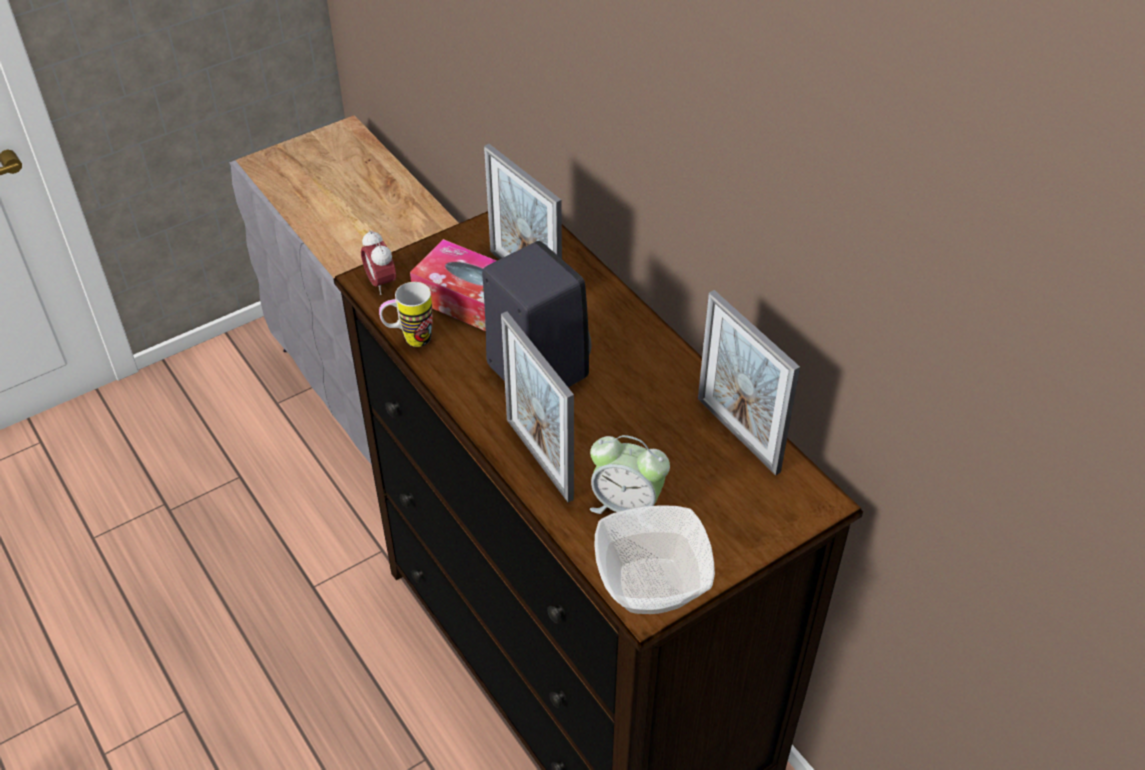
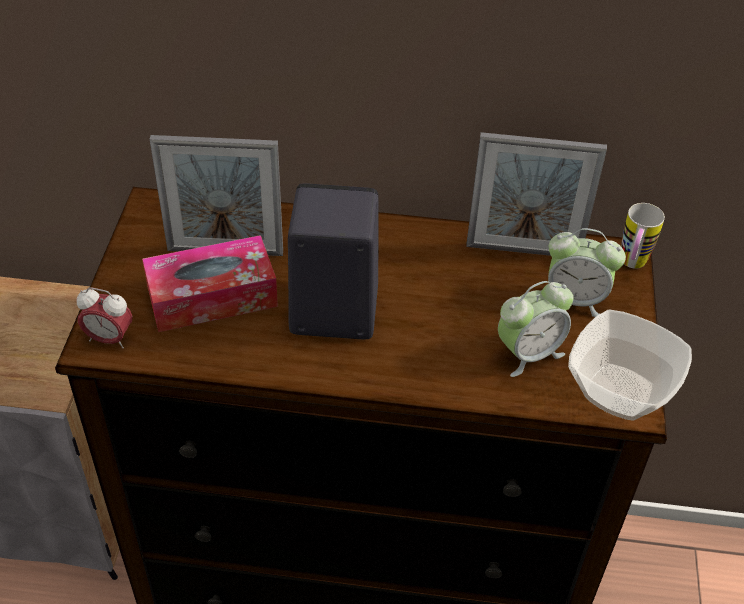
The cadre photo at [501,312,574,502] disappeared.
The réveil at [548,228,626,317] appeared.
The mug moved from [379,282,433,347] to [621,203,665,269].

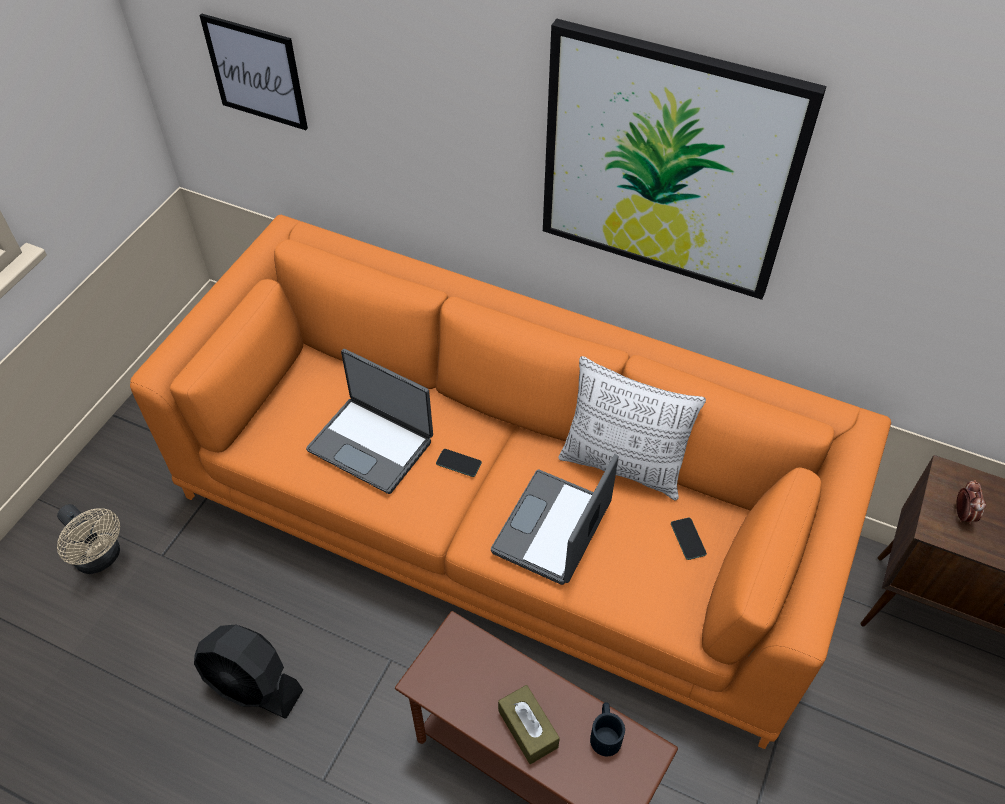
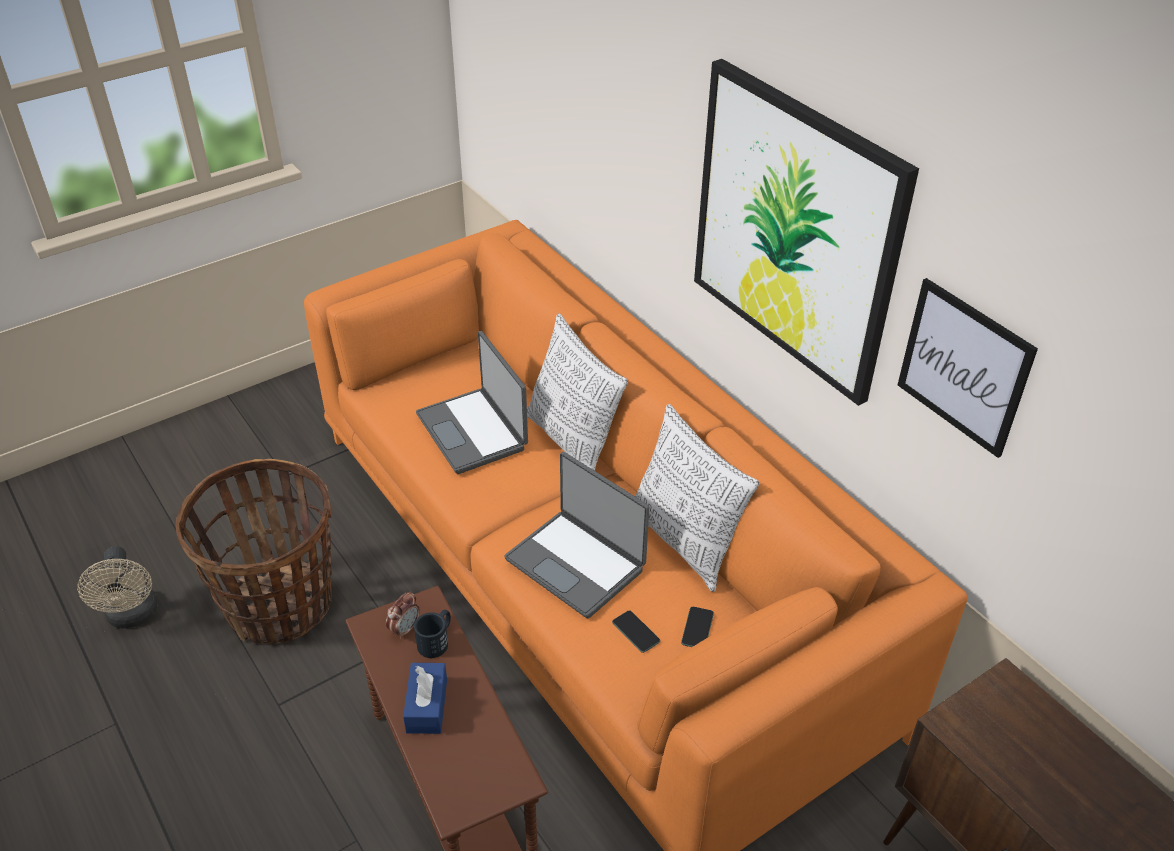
The coussin at [527,313,628,471] appeared.
The ventilateur (beige) moved from [57,504,120,574] to [77,546,158,629].
The tableau moved from [199,13,308,130] to [898,278,1038,458].
The téléphone moved from [436,449,482,477] to [612,610,660,653].
The mug (noir) moved from [590,702,625,757] to [414,610,451,658].
The réveil moved from [956,480,986,524] to [386,591,420,639].
The ventilateur (noir) at [194,625,303,719] was replaced by the panier at [176,459,332,644].
The boîte à mouchoirs (marron) at [498,685,560,764] became the boîte à mouchoirs (bleu) at [403,663,447,734].
The ordinateur portable at [491,454,619,585] turned 105 degrees counterclockwise.

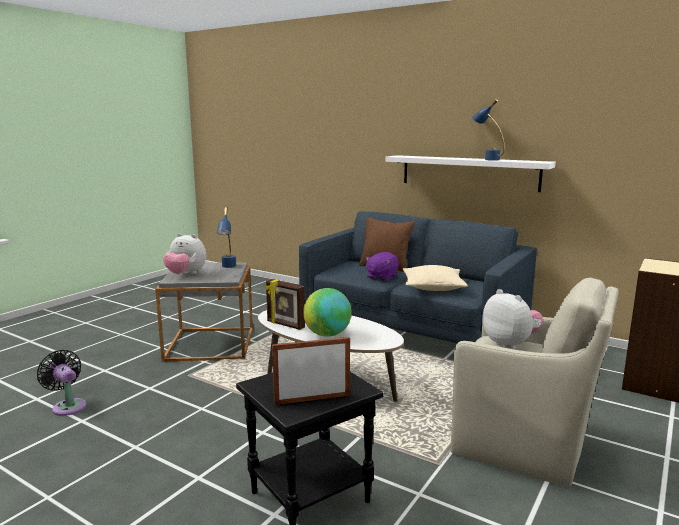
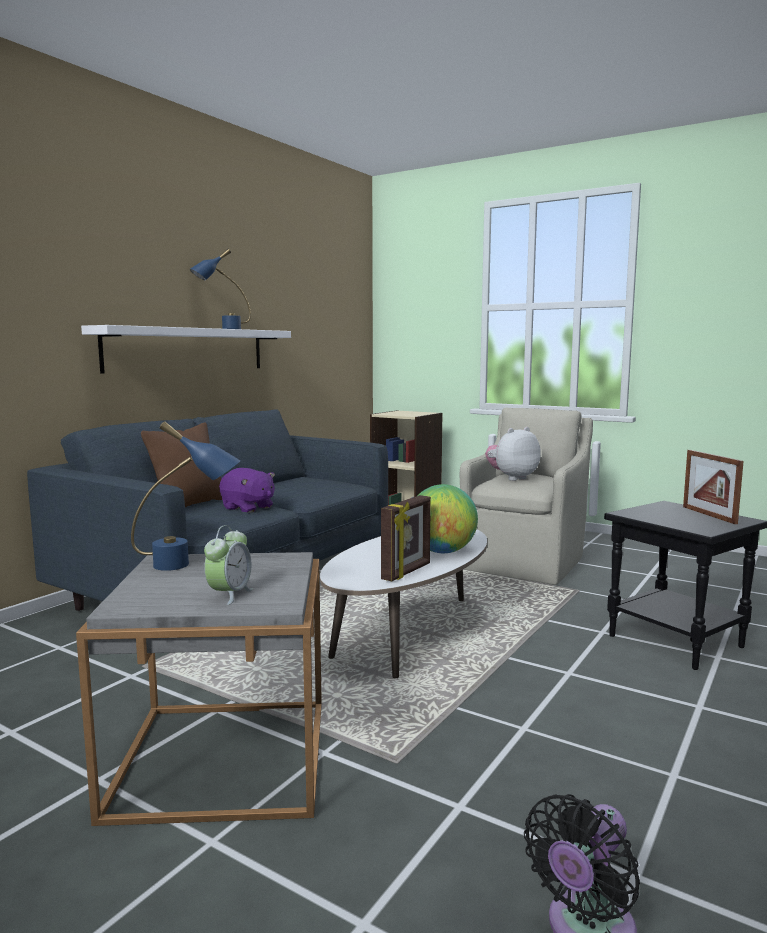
The coussin (beige) at [403,265,467,291] disappeared.
The peluche at [163,233,206,274] was replaced by the réveil at [204,525,253,605].

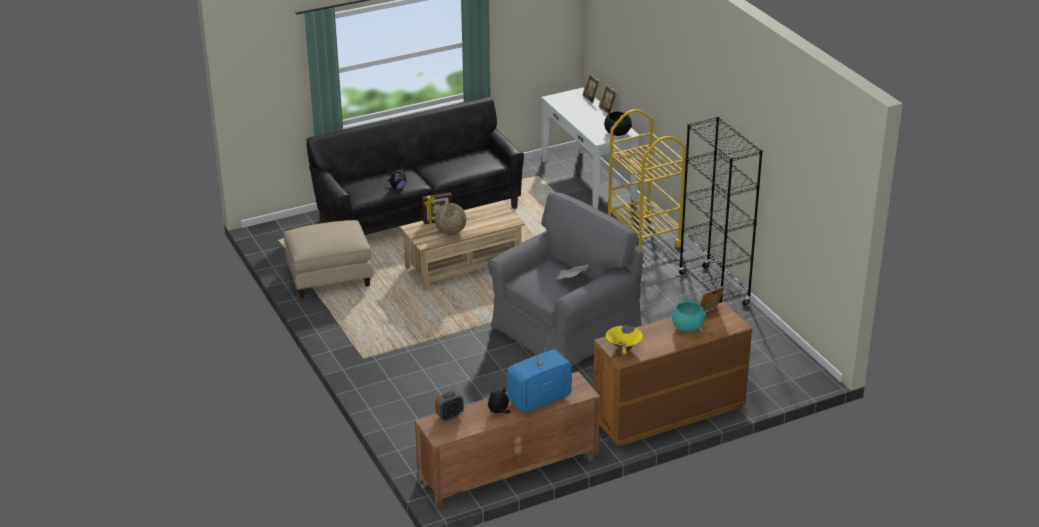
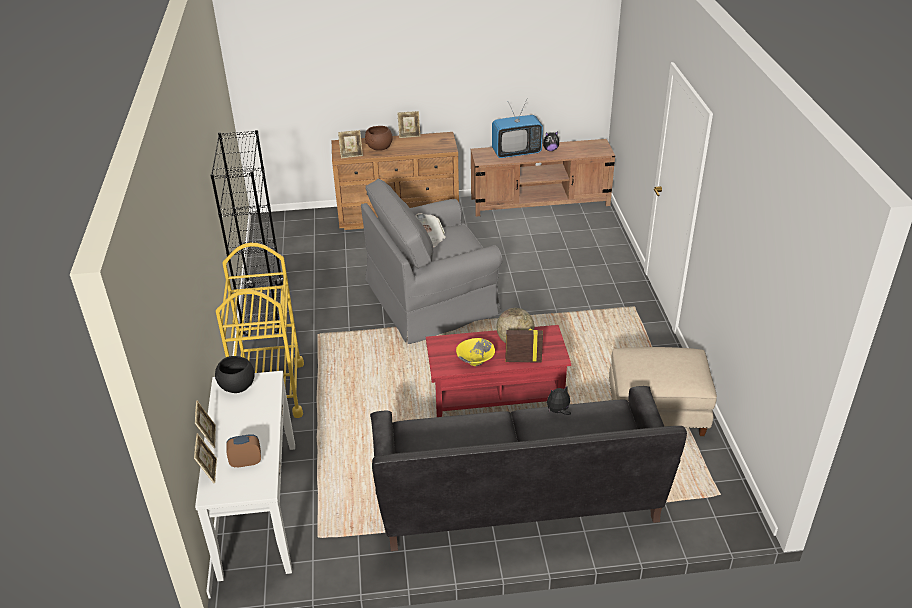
The cadre photo at [398,111,420,138] appeared.
The réveil moved from [435,391,464,421] to [226,434,261,468].
The bol (jaune) moved from [606,325,643,356] to [456,338,495,366].
The table basse (beige) at [400,201,525,291] became the table basse (rouge) at [426,325,571,417].
The bol (turquoise) at [672,301,706,332] became the bol (marron) at [365,126,393,151].

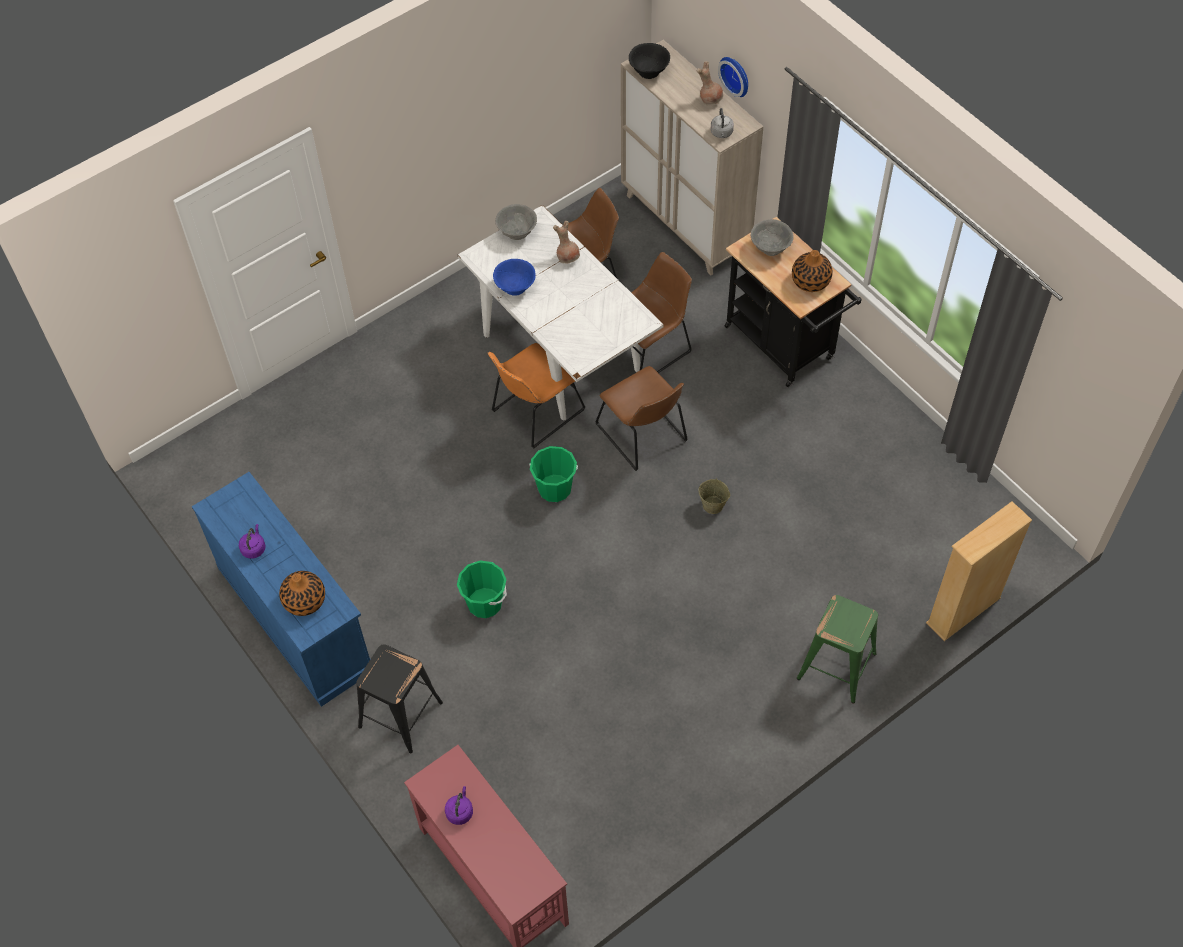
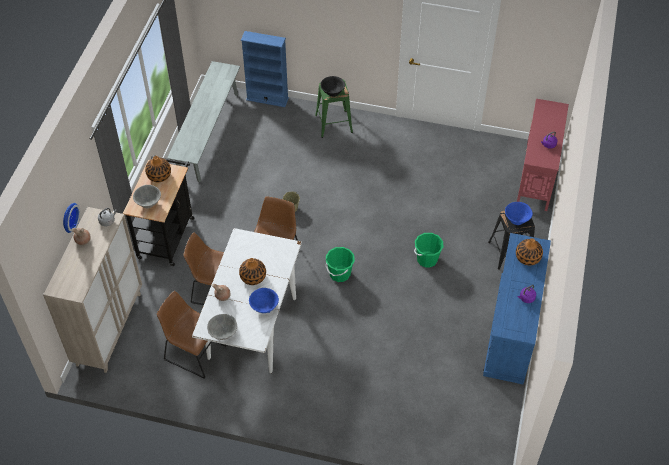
The chaise (orange) at [488,343,585,448] disappeared.
The banc (gris) at [167,61,240,182] appeared.
The vase at [239,258,266,285] appeared.
The bol (bleu) at [505,202,533,225] appeared.
The bol (noir) moved from [629,43,670,79] to [320,76,345,97].
The bibliothèque (beige) at [926,501,1032,641] became the bibliothèque (bleu) at [241,31,289,107].

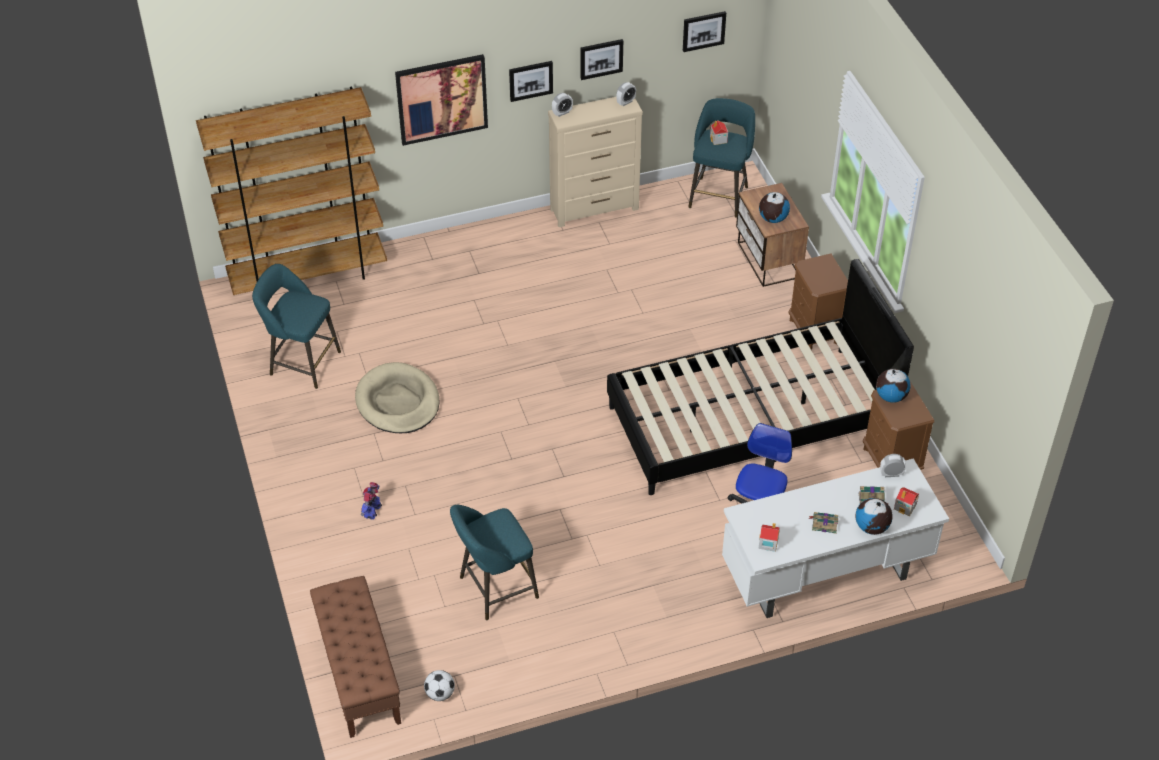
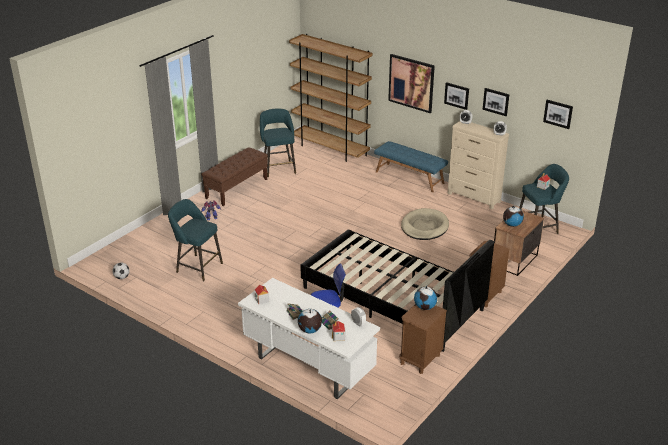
The banc (bleu) at [374,141,448,192] appeared.
The banc (marron) moved from [310,576,401,738] to [202,148,268,206].
The panier pour chien (beige) moved from [355,362,440,433] to [401,208,449,240].

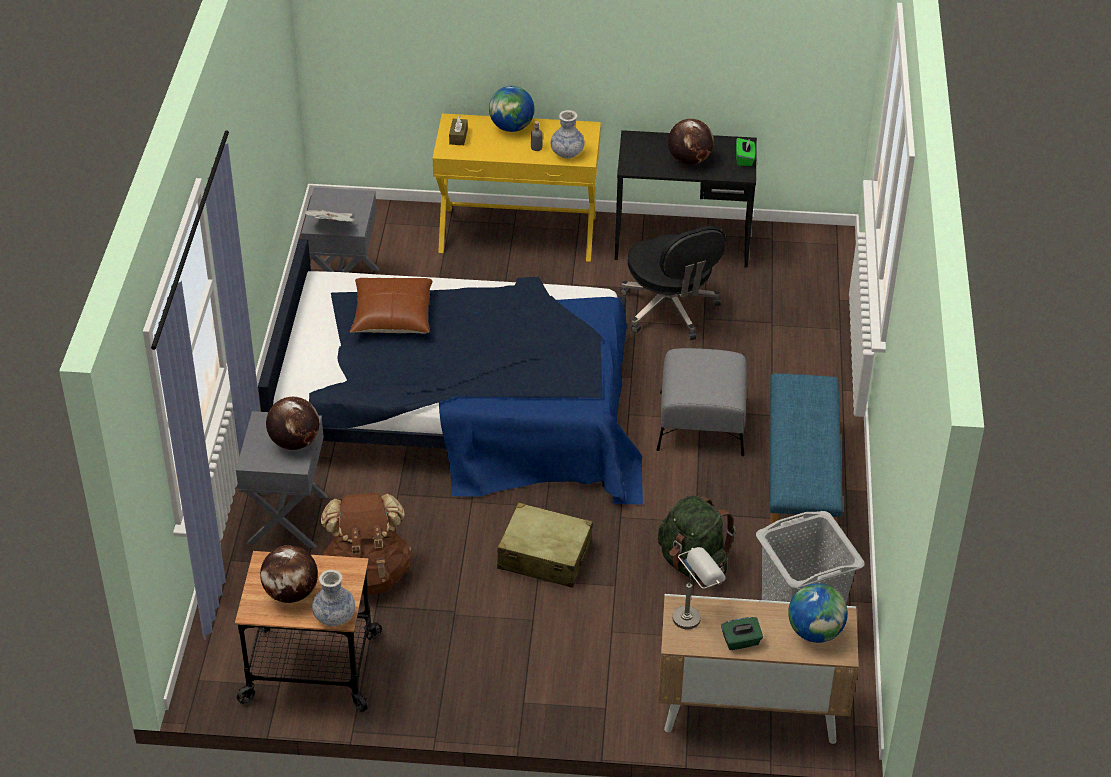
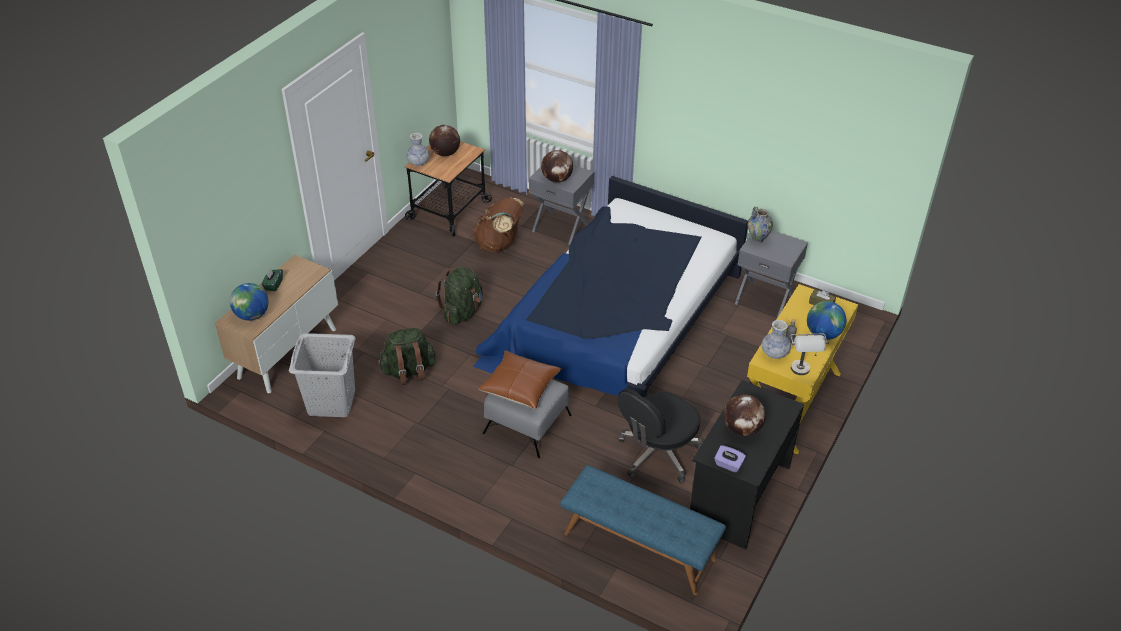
The coussin (marron) moved from [350,278,433,334] to [478,350,562,409].
The lampe de table (gris) moved from [673,547,725,629] to [790,333,829,375].
The banc (bleu) moved from [769,373,843,524] to [560,465,726,595].
The journal at [305,210,354,222] was replaced by the vase at [747,206,773,243].
The valise (beige) at [497,502,593,588] was replaced by the sac à dos (vert) at [436,266,483,324].
The boîte à mouchoirs (vert) at [736,138,755,166] became the boîte à mouchoirs (violet) at [714,445,746,473].
The chaise de bureau (noir) at [620,226,726,340] turned 45 degrees counterclockwise.

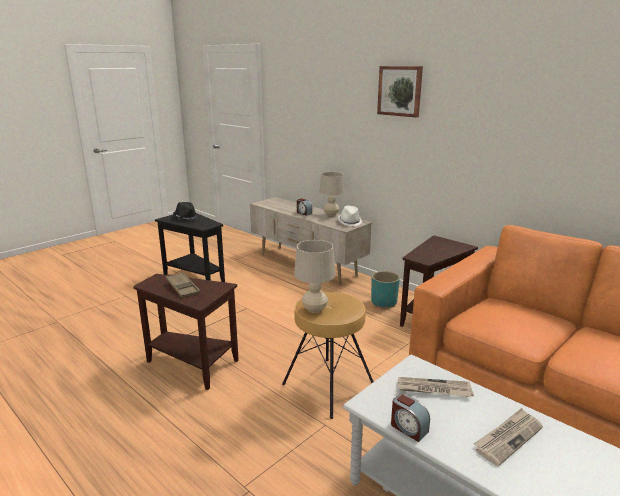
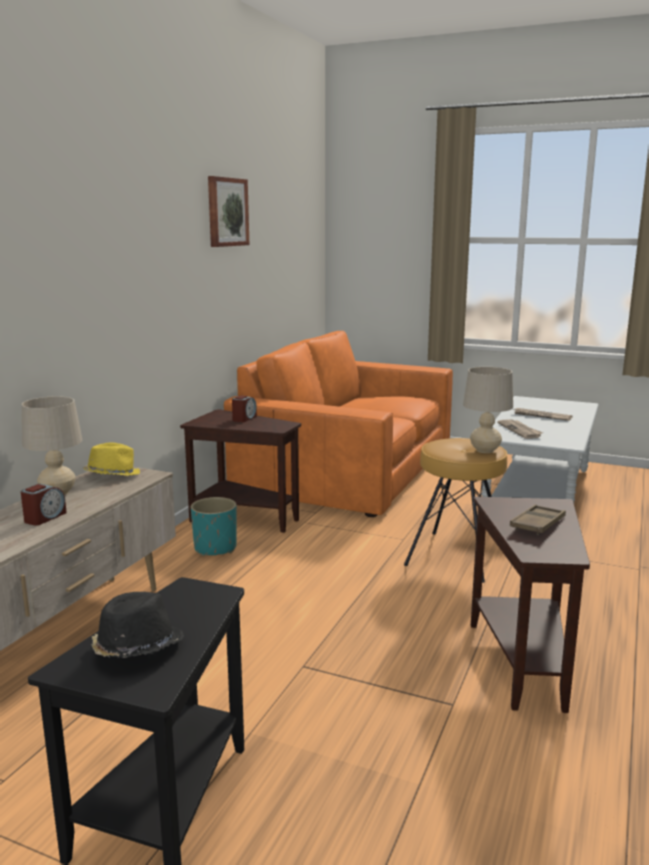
The tableau moved from [377,66,423,118] to [208,176,249,247].
The réveil moved from [391,393,430,442] to [232,395,257,422].
The chapeau (blanc) at [338,206,362,226] became the chapeau (jaune) at [82,443,140,476].

